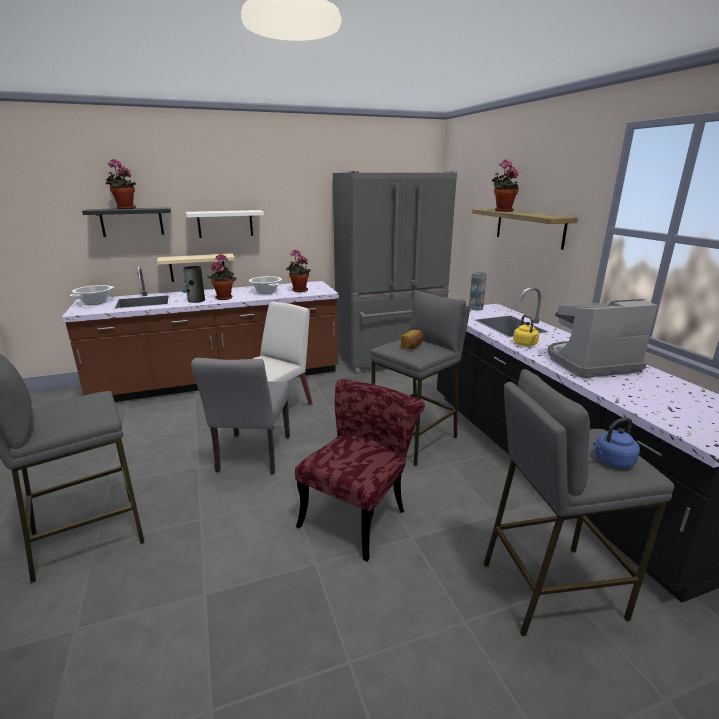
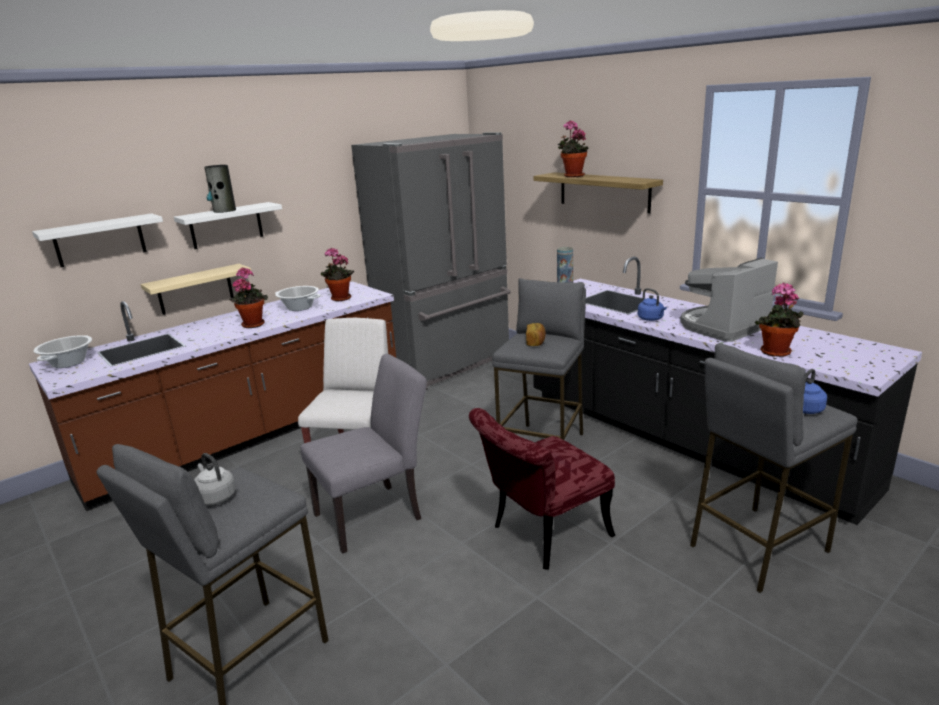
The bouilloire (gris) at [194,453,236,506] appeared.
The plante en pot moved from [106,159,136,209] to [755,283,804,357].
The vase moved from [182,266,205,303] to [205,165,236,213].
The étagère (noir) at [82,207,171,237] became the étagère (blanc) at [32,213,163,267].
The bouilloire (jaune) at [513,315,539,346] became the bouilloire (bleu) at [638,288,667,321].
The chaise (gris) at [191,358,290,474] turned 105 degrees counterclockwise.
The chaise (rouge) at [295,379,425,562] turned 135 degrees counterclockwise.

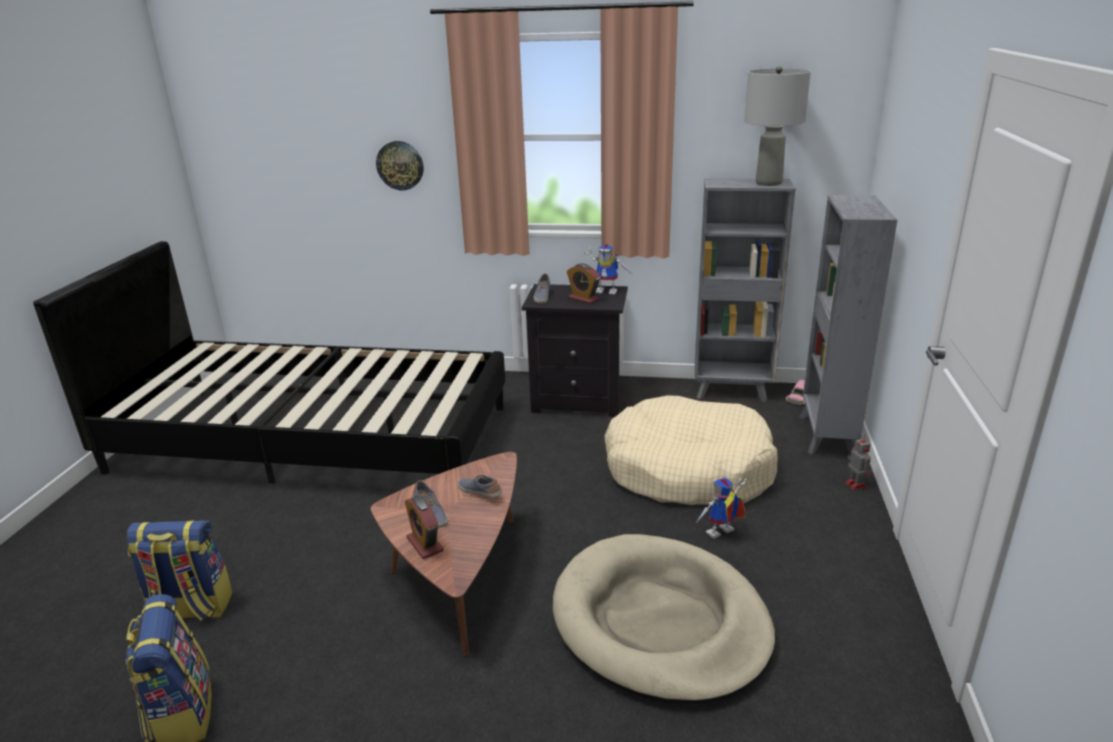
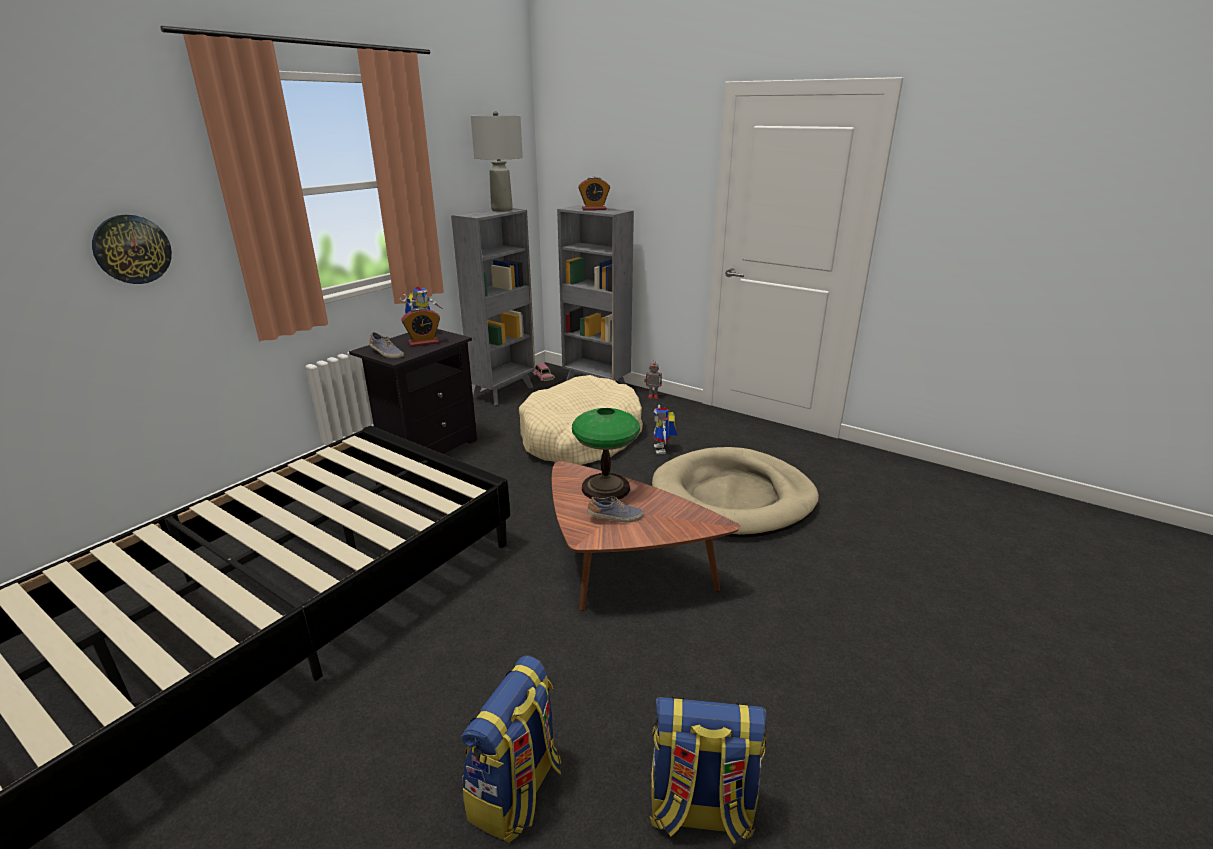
The réveil moved from [405,496,444,559] to [578,177,610,211].
The chaussure at [457,475,502,498] was replaced by the lampe de table at [572,408,640,500].

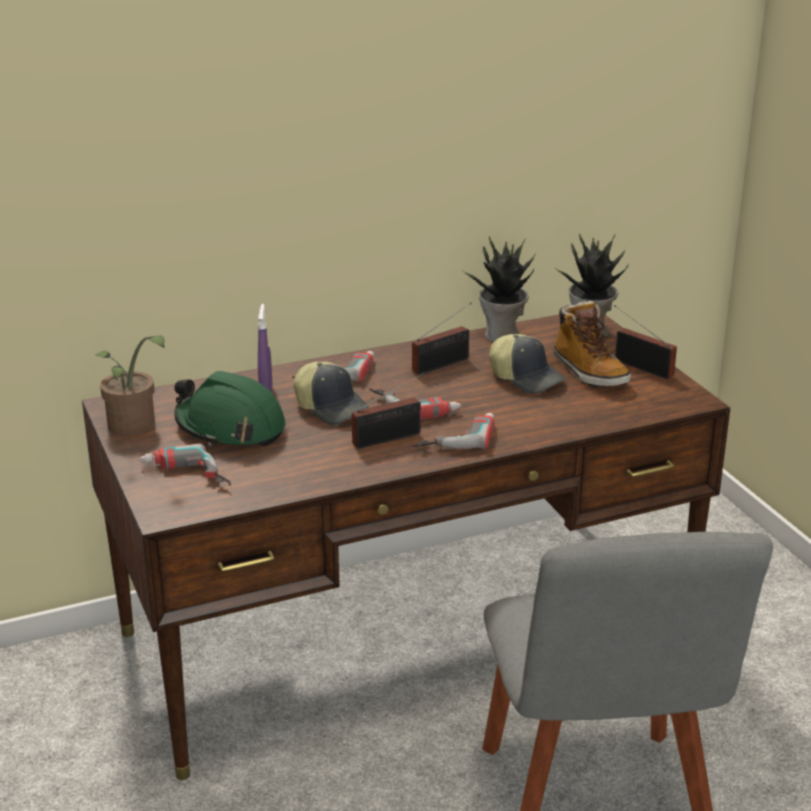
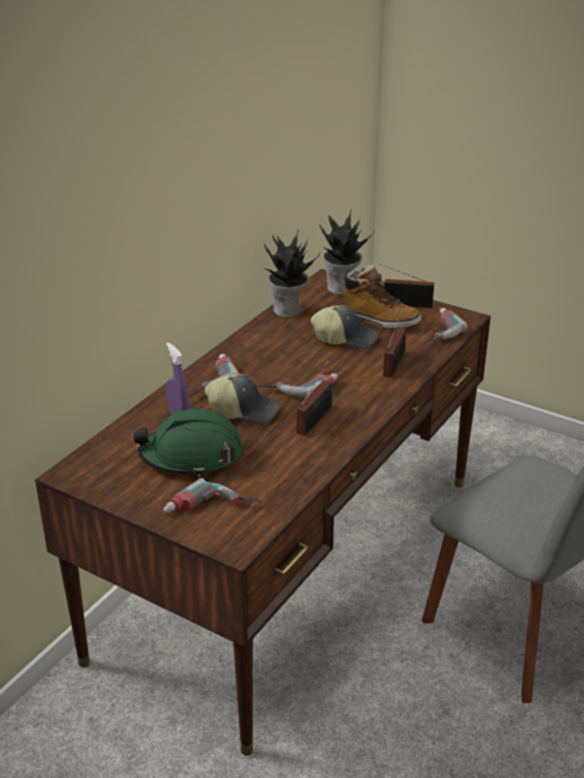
The plante en pot at [96,335,165,435] disappeared.
The perceuse moved from [411,413,495,449] to [428,308,468,346].
The radio moved from [412,303,472,375] to [383,306,406,377].

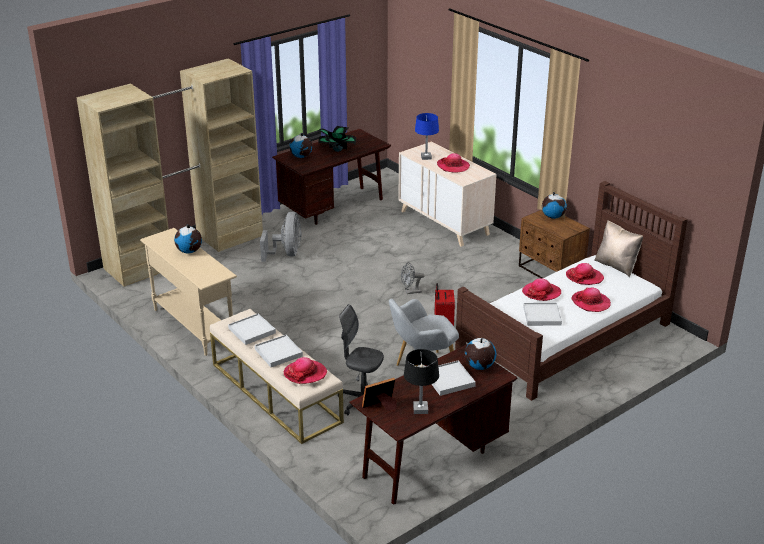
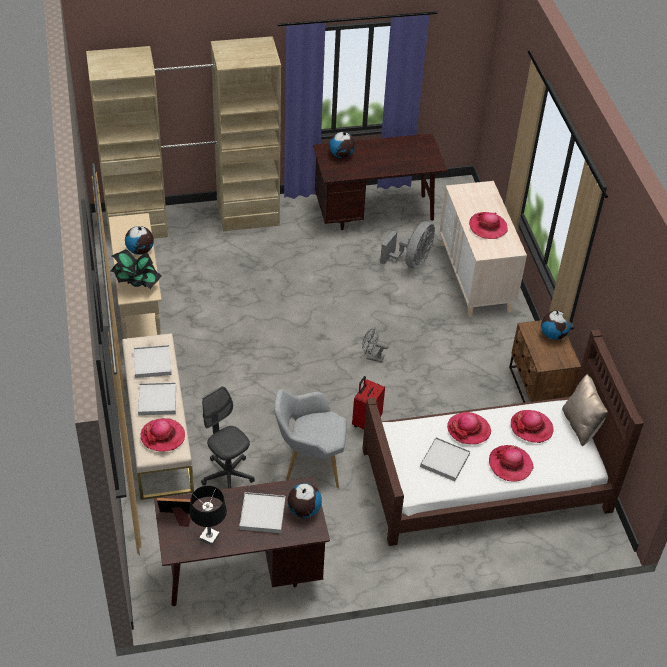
The lampe de table (bleu) at [415,113,439,160] disappeared.
The ventilateur (gris) moved from [260,212,302,262] to [380,221,435,269].
The plante en pot moved from [318,126,356,152] to [110,249,162,289].

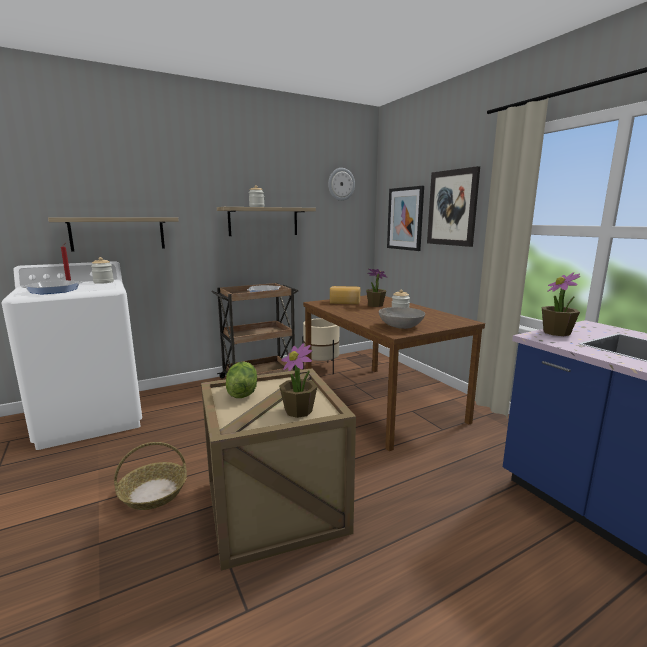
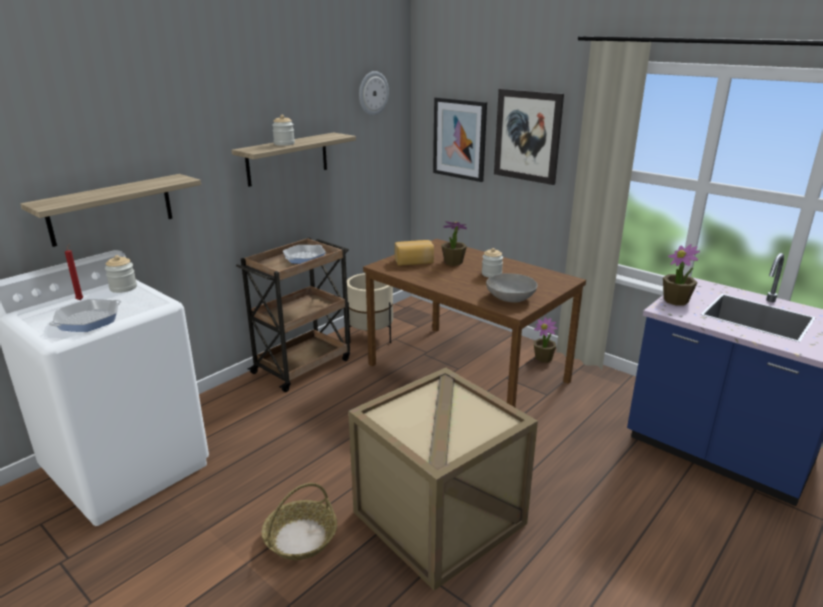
The laitue at [226,362,257,398] disappeared.
The plante en pot moved from [279,343,317,418] to [533,317,558,363].

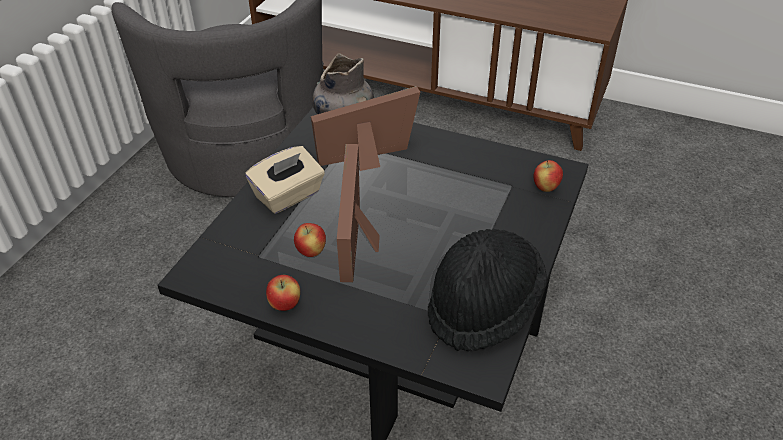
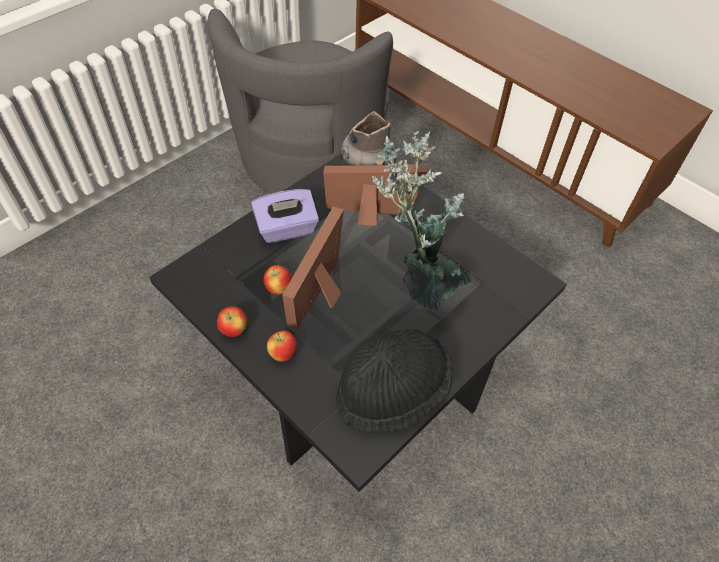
The plante en pot at [372,131,472,311] appeared.
The pomme moved from [533,160,563,192] to [267,331,297,362].
The boîte à mouchoirs (beige) at [245,146,325,214] became the boîte à mouchoirs (violet) at [251,189,319,243].

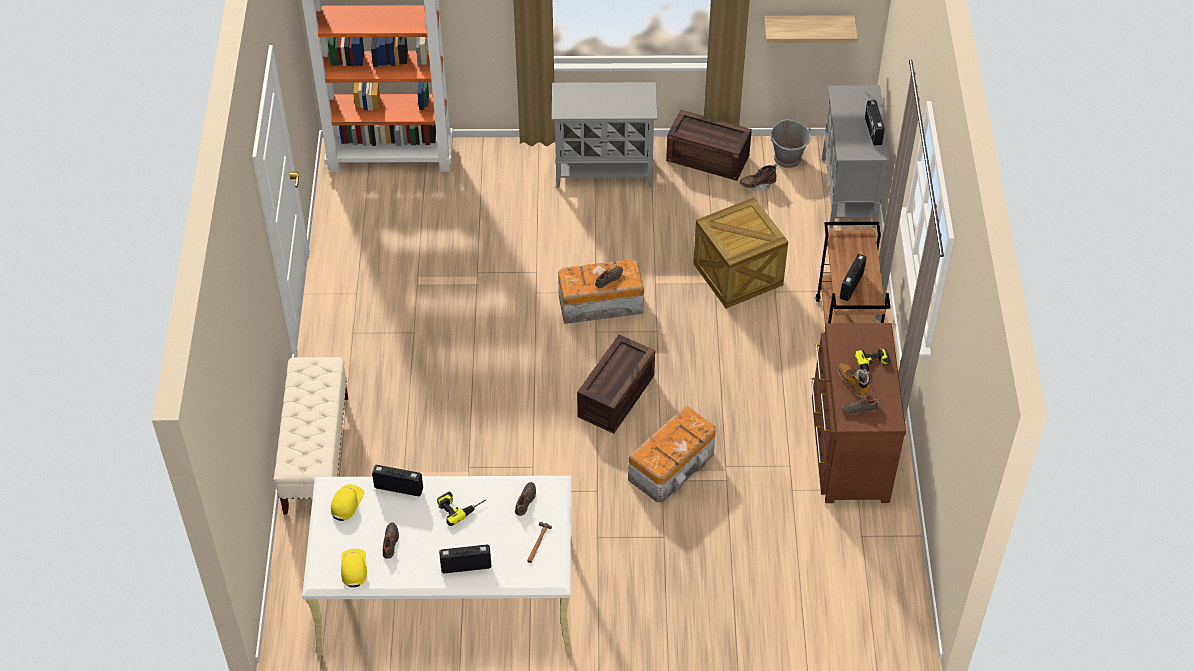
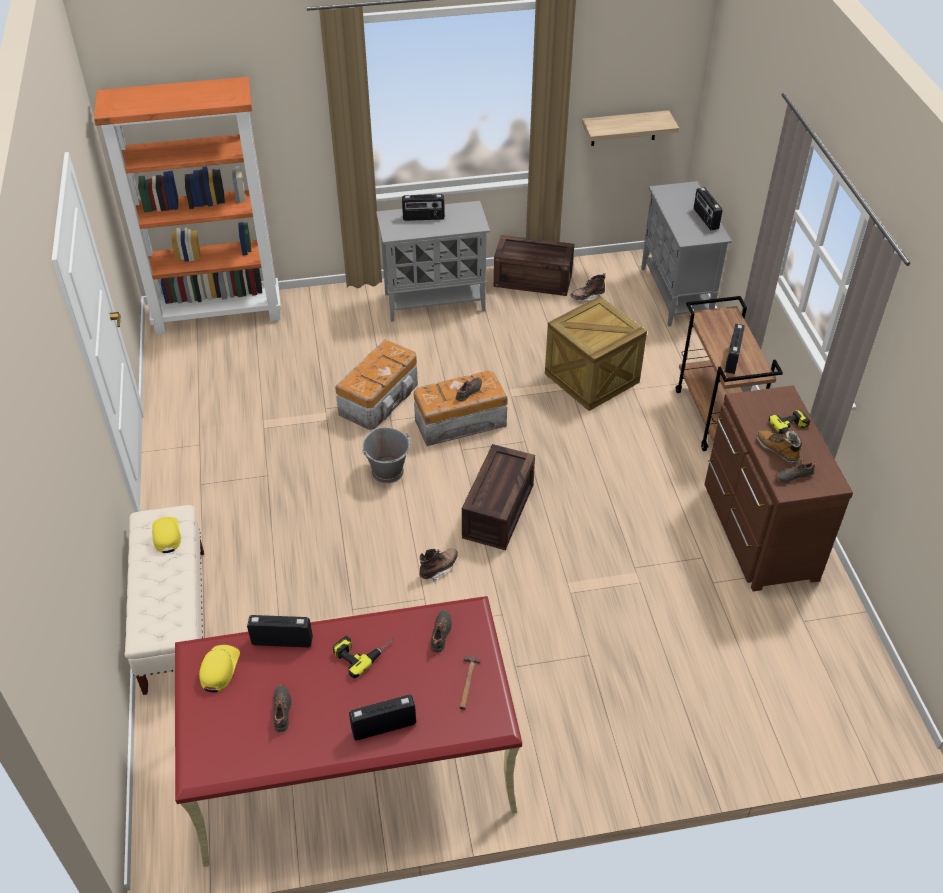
The radio at [402,194,445,221] appeared.
The botte (marron) at [419,548,458,582] appeared.
The casquette (jaune) moved from [341,549,367,587] to [152,517,181,553].
The boîte de rangement moved from [628,405,716,502] to [335,339,418,430].
The seau (gris) moved from [770,120,812,168] to [362,427,410,483].
The bureau (blanc) at [302,476,572,655] became the bureau (rouge) at [175,596,522,867].

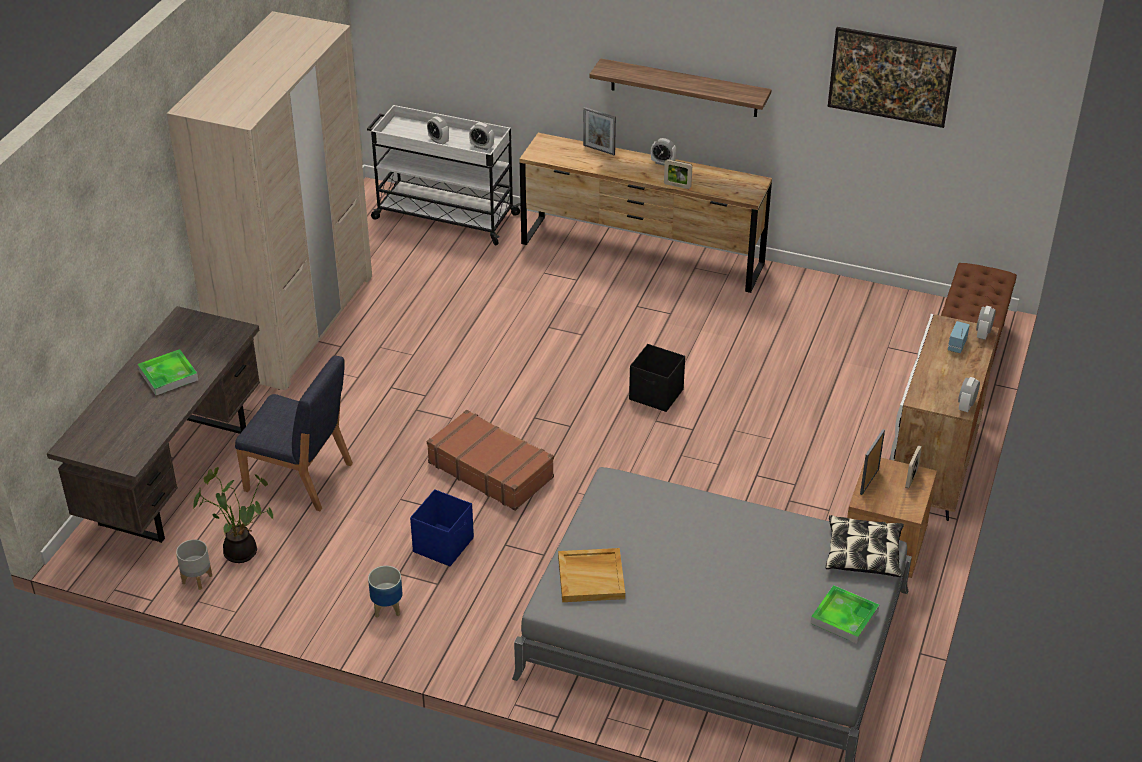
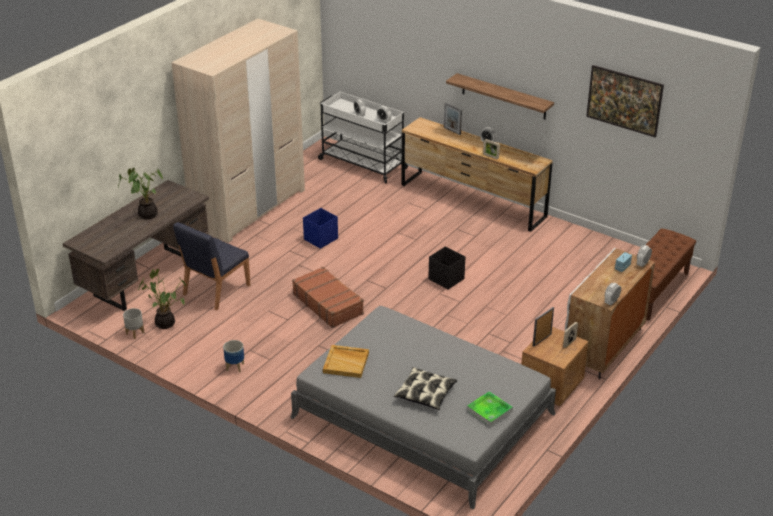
The boîte de rangement (bleu) moved from [410,489,474,566] to [303,208,338,249].
The coussin moved from [826,515,904,577] to [394,367,457,410].
The plateau at [138,349,198,395] was replaced by the plante en pot at [118,168,163,219].
The chaise (bleu) at [235,356,353,511] turned 90 degrees clockwise.

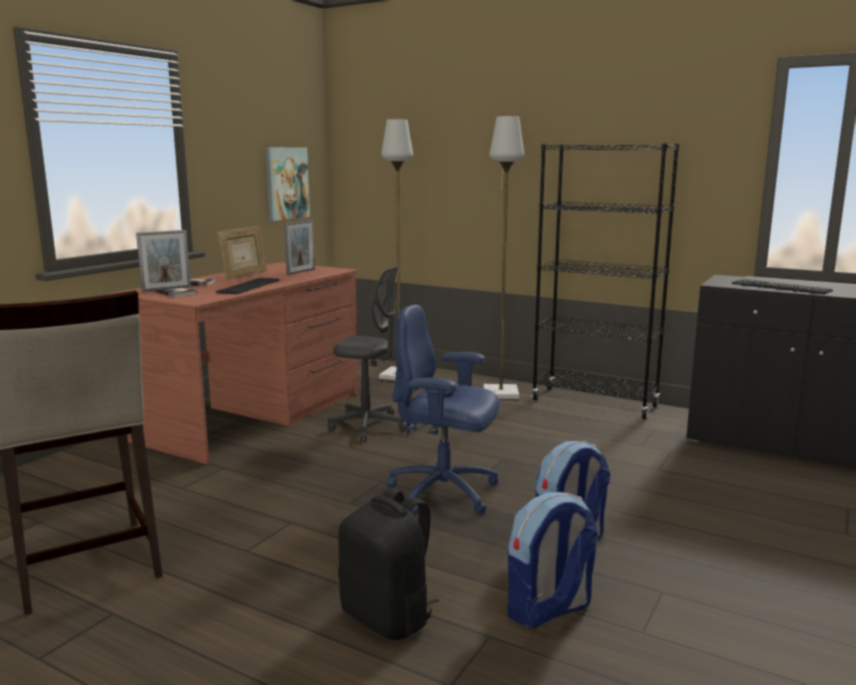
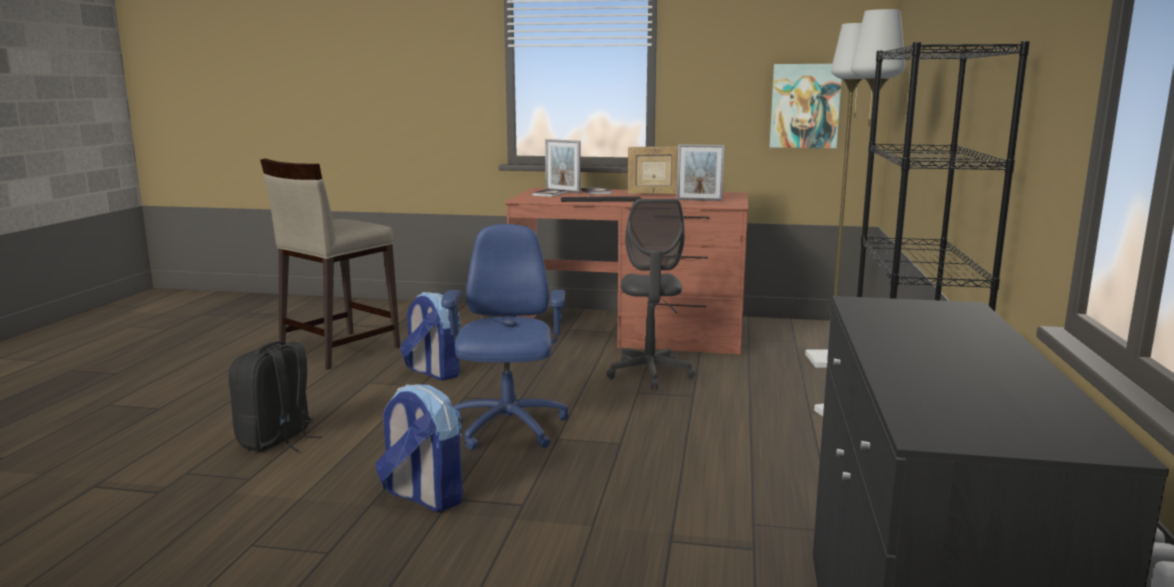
The clavier at [732,279,833,294] disappeared.
The sac à dos moved from [507,492,598,628] to [400,292,461,380].

